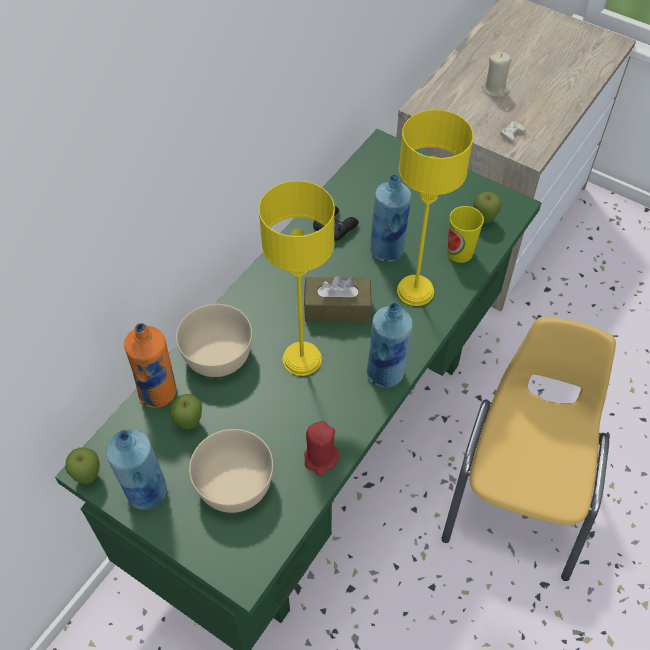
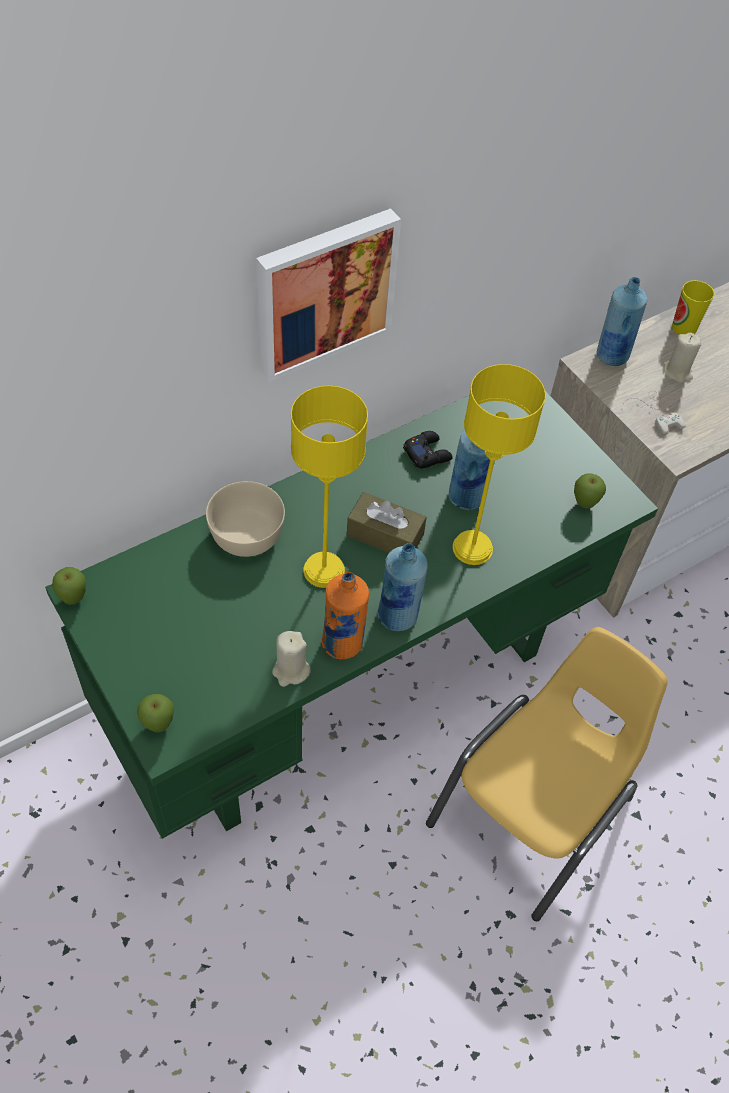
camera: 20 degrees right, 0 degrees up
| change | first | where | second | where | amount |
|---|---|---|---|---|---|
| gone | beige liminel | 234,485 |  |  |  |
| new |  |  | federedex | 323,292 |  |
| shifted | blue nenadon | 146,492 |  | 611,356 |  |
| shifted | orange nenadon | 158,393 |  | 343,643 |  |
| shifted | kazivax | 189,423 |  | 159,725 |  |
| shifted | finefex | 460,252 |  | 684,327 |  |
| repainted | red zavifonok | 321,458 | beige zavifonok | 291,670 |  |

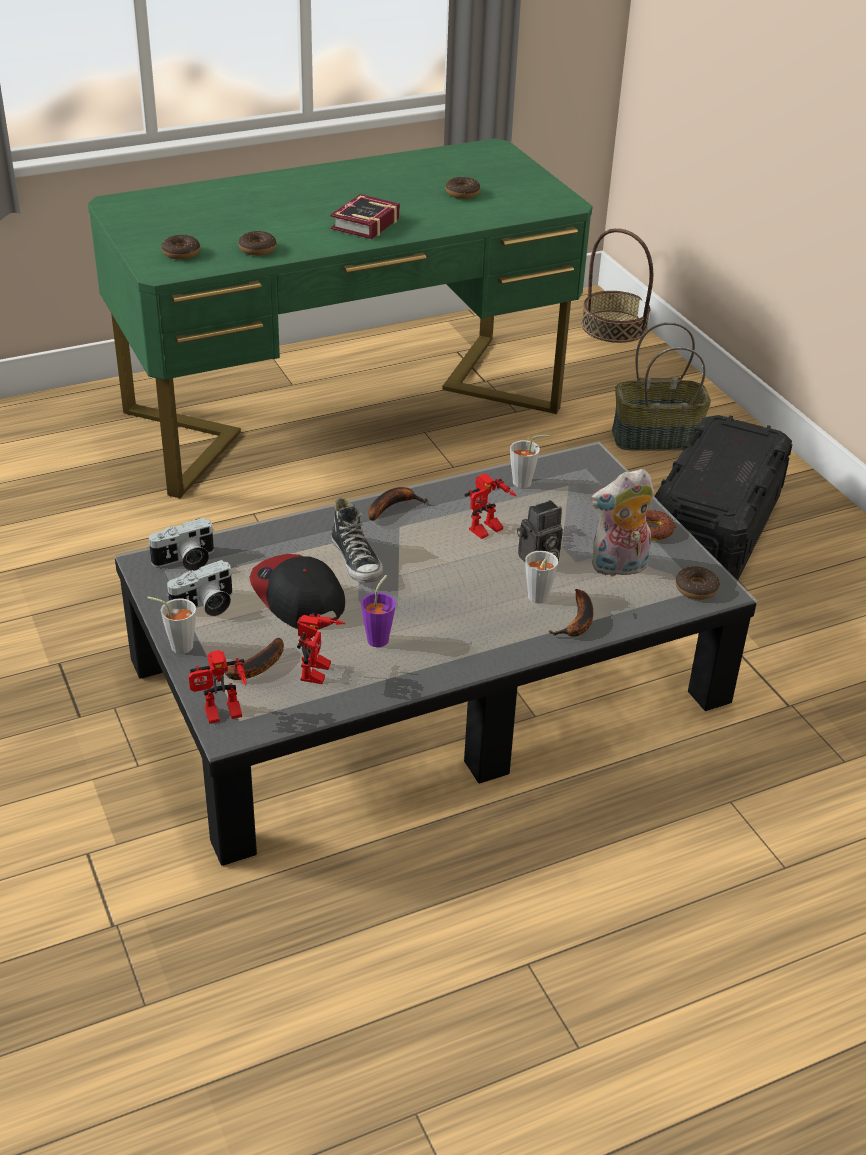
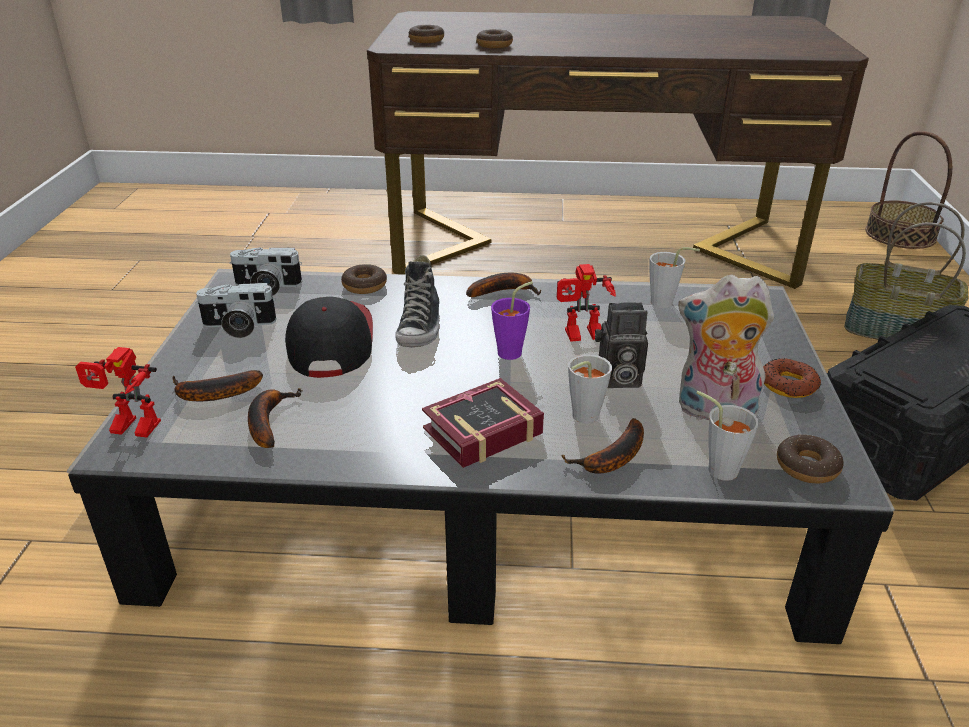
camera: 30 degrees right, 5 degrees down
| change | first | where | second | where | amount |
|---|---|---|---|---|---|
| shifted | grey finefex | 177,645 |  | 716,467 |  |
| shifted | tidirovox | 362,224 |  | 477,431 |  |
| shifted | purple finefex | 380,637 |  | 514,351 |  |
| shifted | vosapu | 462,193 |  | 364,286 |  |
| swapped | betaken | 319,674 | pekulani | 268,421 |  |
| repainted | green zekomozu | 344,411 | brown zekomozu | 591,246 |  |

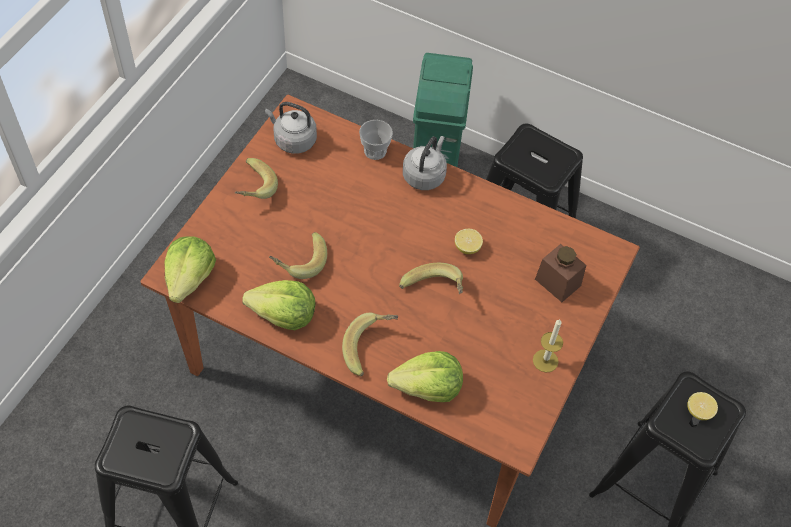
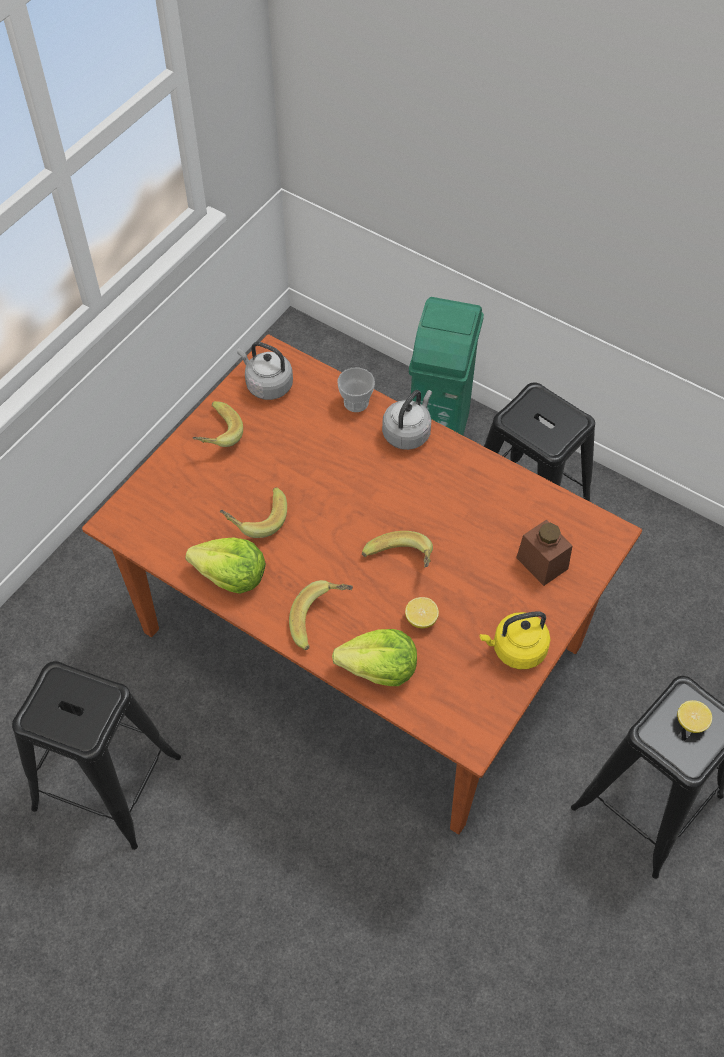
camera: 10 degrees right, 0 degrees up
| change | first | where | second | where | amount |
|---|---|---|---|---|---|
| gone | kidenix | 190,278 |  |  |  |
| shifted | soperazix | 467,247 |  | 421,619 |  |
| swapped | zavifonok | 545,360 | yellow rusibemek | 516,650 |  |

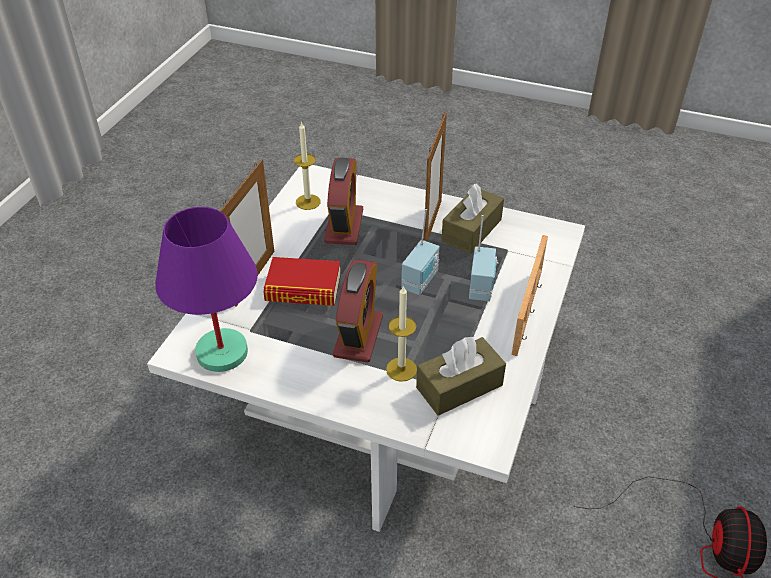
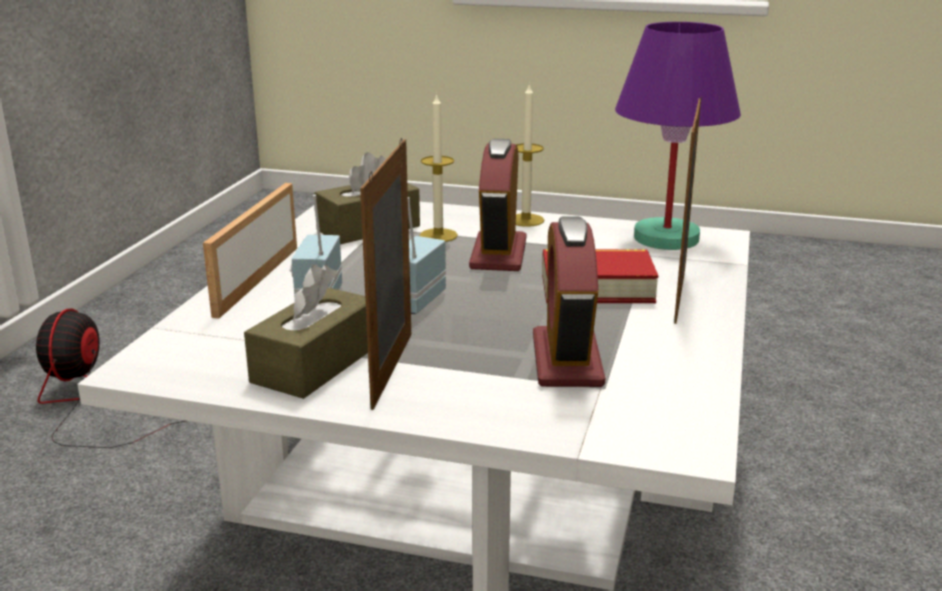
camera: 175 degrees right, 20 degrees down
| change | first | where | second | where | amount |
|---|---|---|---|---|---|
| shifted | zavifonok | 308,202 |  | 526,220 |  |

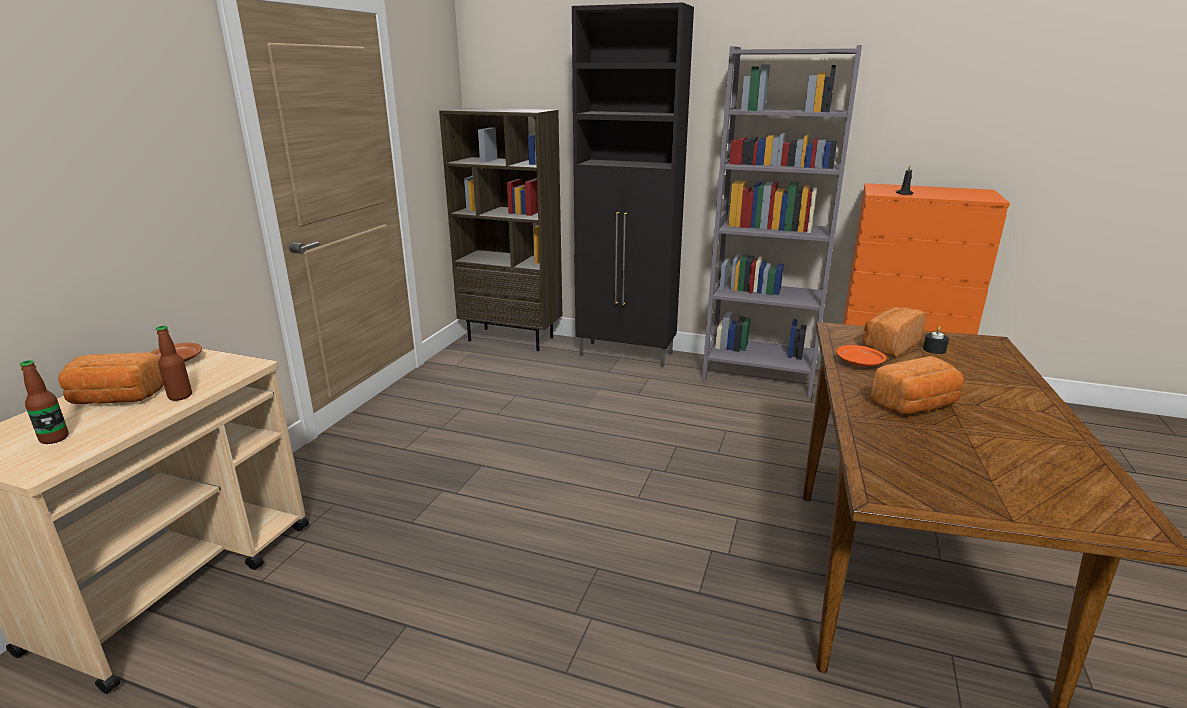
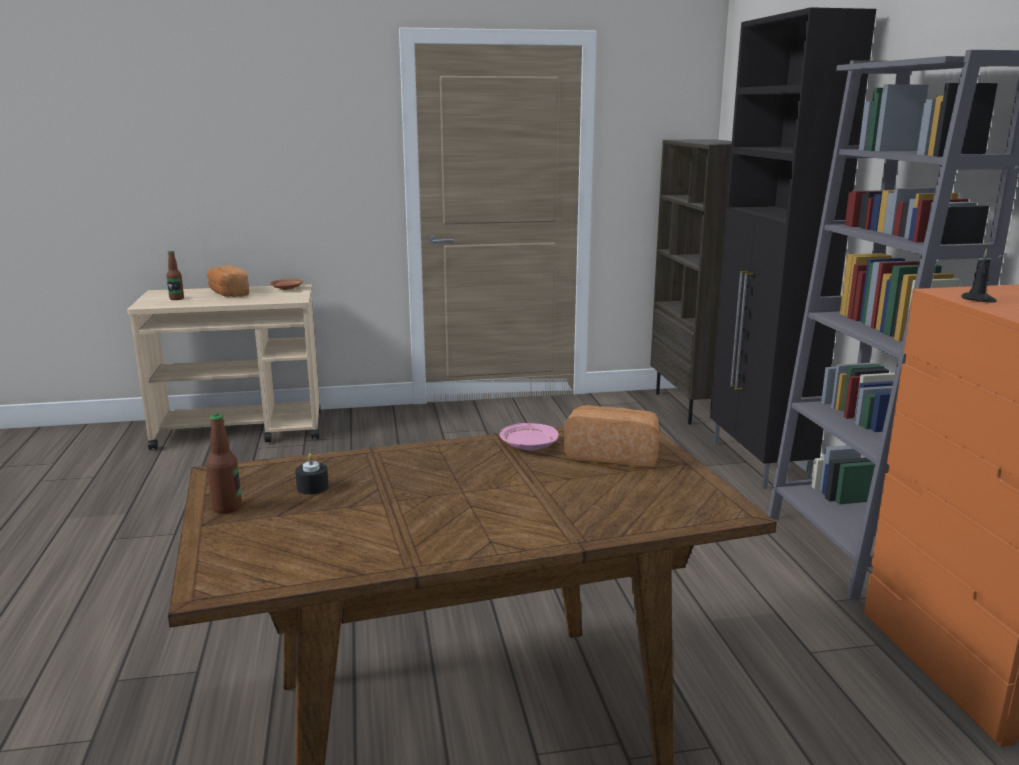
camera: 60 degrees right, 5 degrees down
| change | first | where | second | where | amount |
|---|---|---|---|---|---|
| gone | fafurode | 916,406 |  |  |  |
| shifted | nenadon | 180,396 |  | 227,507 |  |
| shifted | black zavifonok | 934,349 |  | 312,487 |  |
| repainted | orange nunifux | 860,363 | pink nunifux | 528,445 |  |

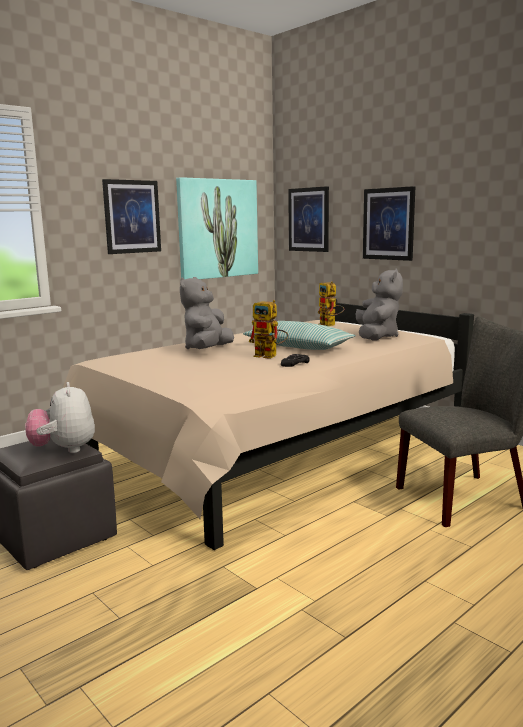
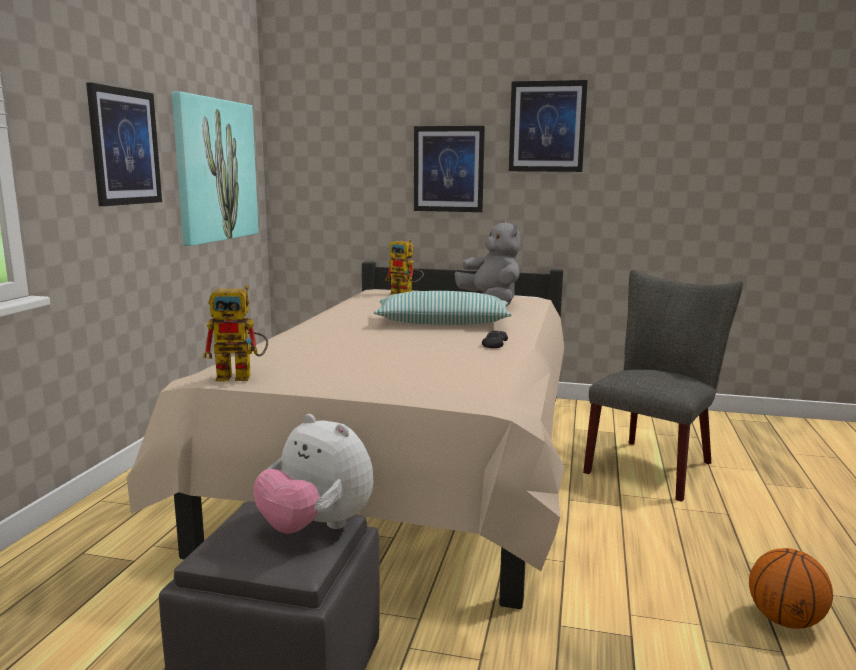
camera: 35 degrees left, 0 degrees up
| change | first | where | second | where | amount |
|---|---|---|---|---|---|
| gone | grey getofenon | 207,350 |  |  |  |
| new |  |  | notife | 785,620 |  |
| shifted | betaken | 270,356 |  | 242,376 |  |
| shifted | federedex | 309,219 |  | 547,127 |  |

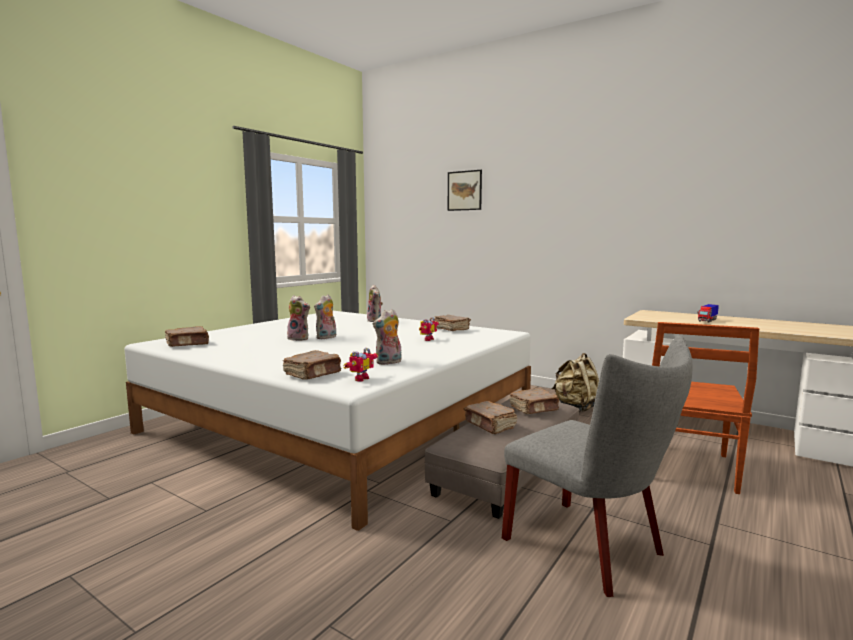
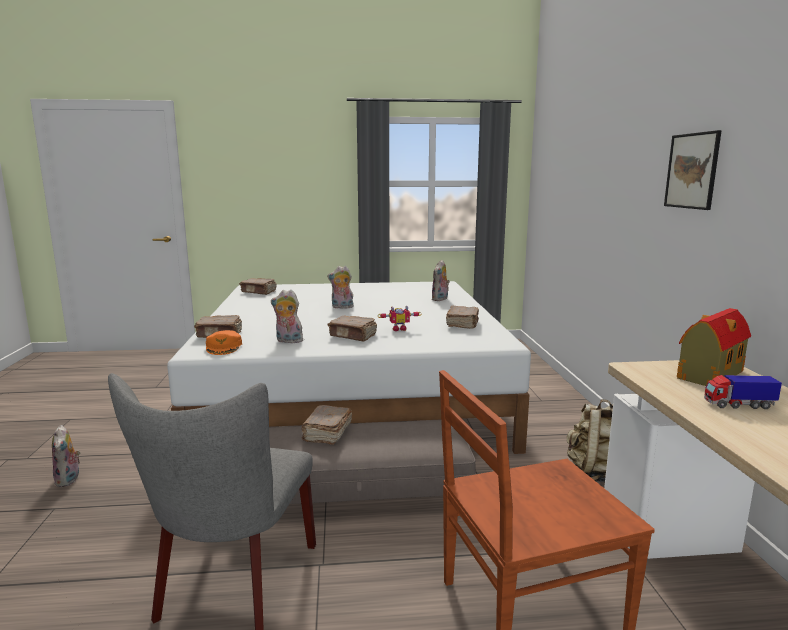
camera: 50 degrees right, 5 degrees up
| change | first | where | second | where | amount |
|---|---|---|---|---|---|
| new |  |  | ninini | 709,375 |  |
| shifted | getofenon | 299,338 |  | 69,480 |  |
| shifted | federedex | 464,190 |  | 692,171 |  |
| shifted | brown tidirovox | 534,409 |  | 353,336 |  |
| swapped | betaken | 359,378 | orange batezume | 224,347 |  |

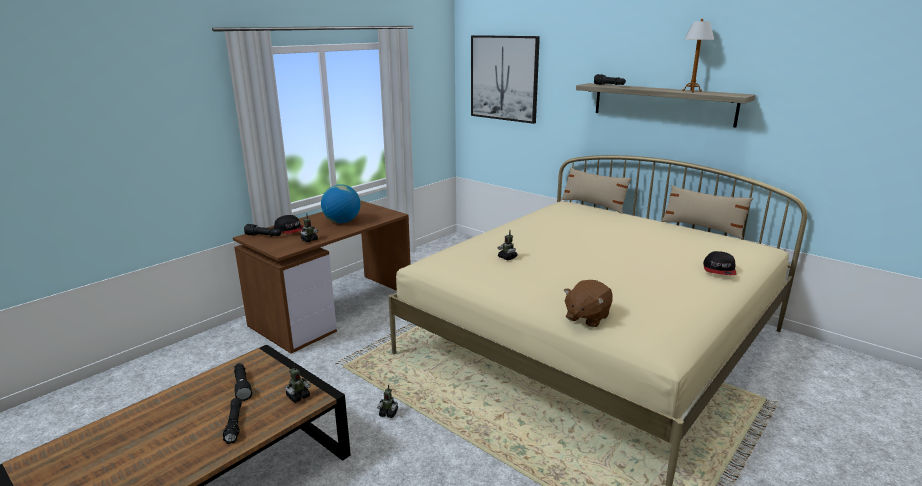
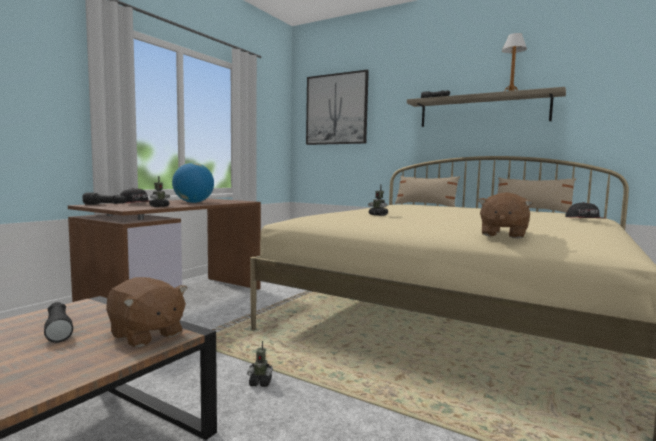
camera: 10 degrees left, 15 degrees down
| change | first | where | second | where | amount |
|---|---|---|---|---|---|
| gone | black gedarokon | 234,424 |  |  |  |
| swapped | betaken | 298,396 | brown getofenon | 146,335 |  |

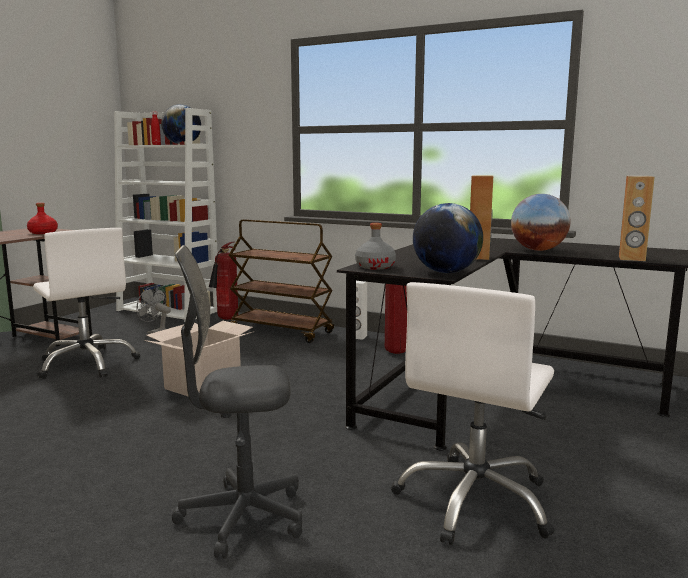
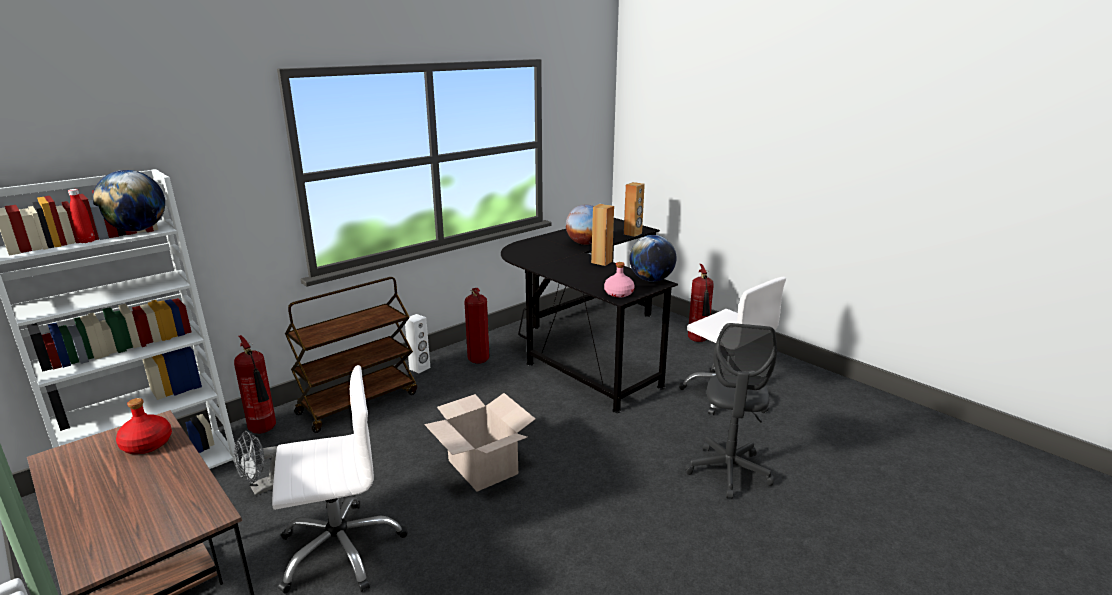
camera: 70 degrees left, 10 degrees up
| change | first | where | second | where | amount |
|---|---|---|---|---|---|
| new |  |  | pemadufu | 698,341 |  |
| repainted | grey nenadon | 375,267 | pink nenadon | 618,293 |  |

